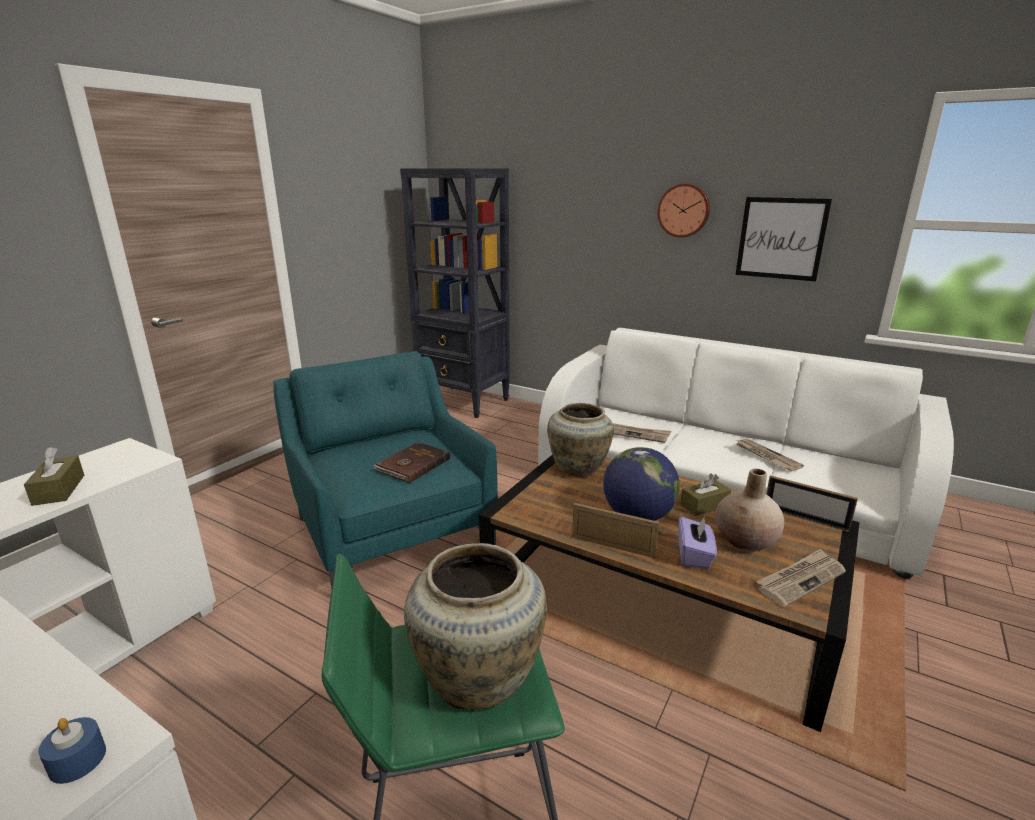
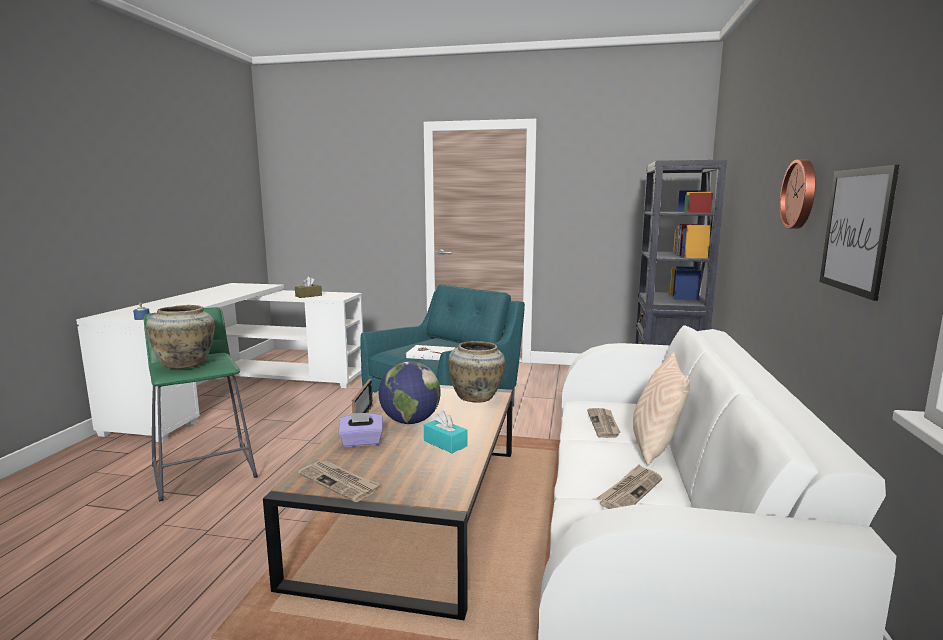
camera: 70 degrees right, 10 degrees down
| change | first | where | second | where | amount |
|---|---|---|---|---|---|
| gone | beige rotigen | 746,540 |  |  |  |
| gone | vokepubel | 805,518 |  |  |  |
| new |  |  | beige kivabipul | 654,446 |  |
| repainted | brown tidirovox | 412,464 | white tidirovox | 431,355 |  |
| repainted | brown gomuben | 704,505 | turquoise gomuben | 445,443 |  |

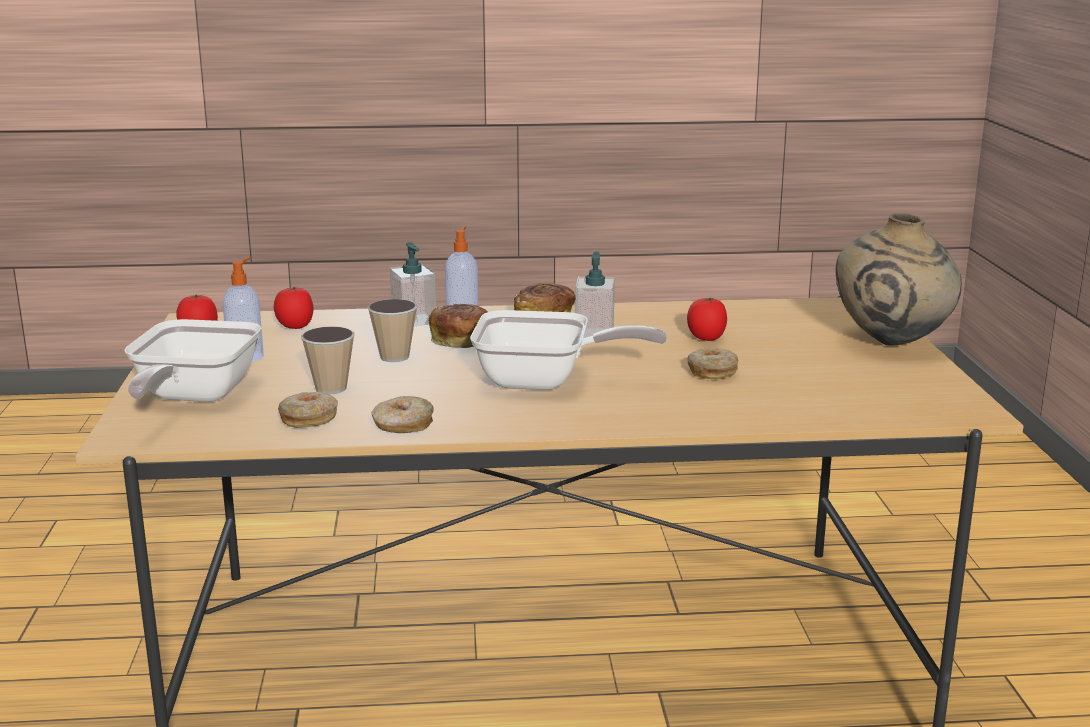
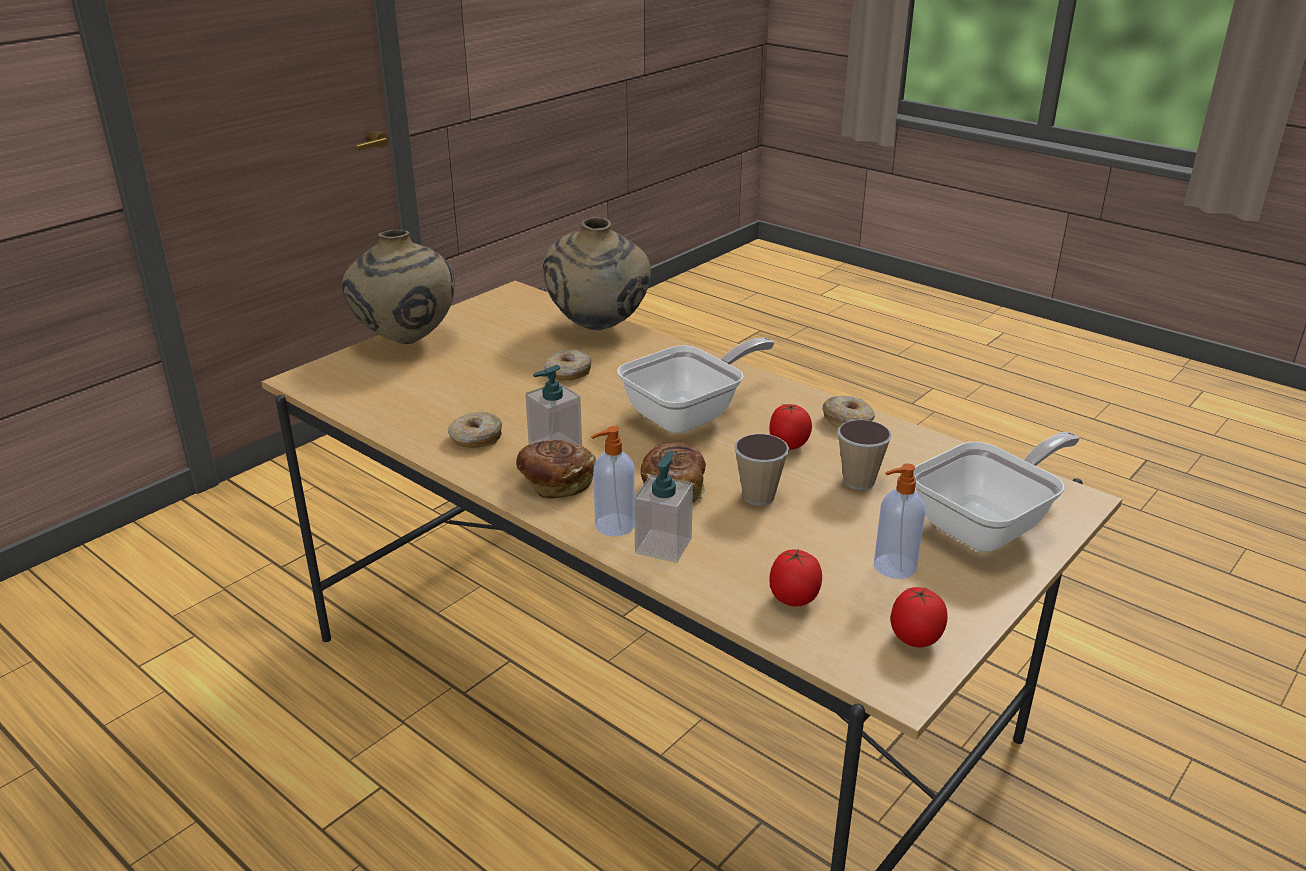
camera: 135 degrees left, 10 degrees up
| change | first | where | second | where | amount |
|---|---|---|---|---|---|
| new |  |  | beige rotigen | 599,328 |  |
| shifted | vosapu | 309,419 |  | 476,439 |  |
| shifted | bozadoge | 706,338 |  | 788,446 |  |
| rotated | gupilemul | 545,382 |  | 690,414 | 90 degrees clockwise |

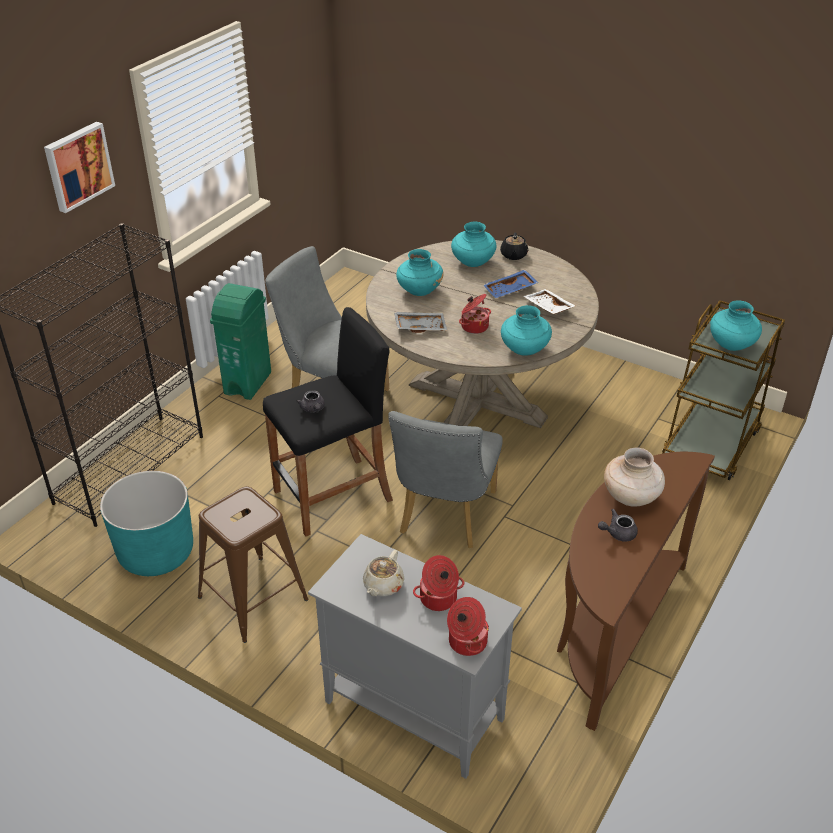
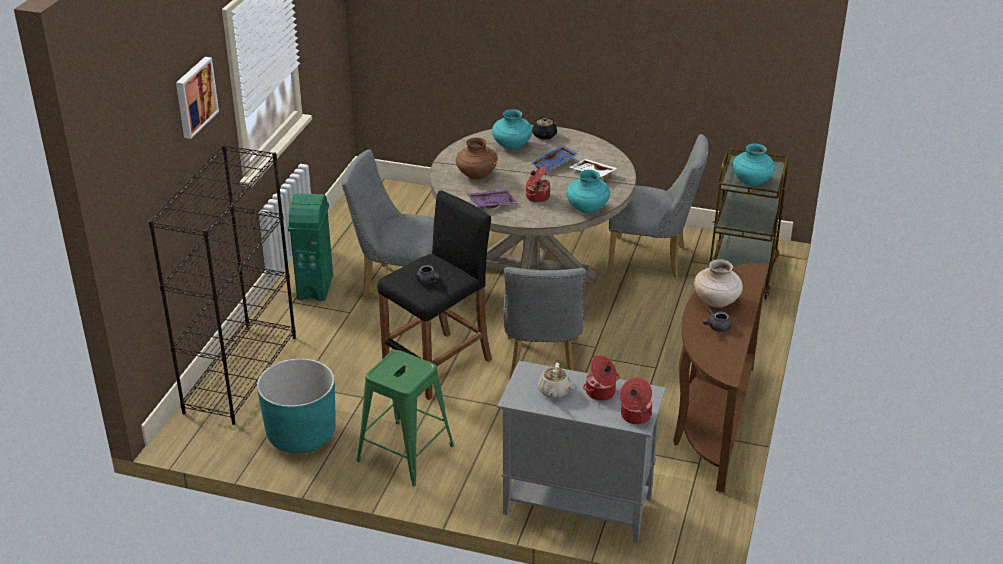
camera: 15 degrees left, 5 degrees down
| change | first | where | second | where | amount |
|---|---|---|---|---|---|
| new |  |  | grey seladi | 653,258 |  |
| repainted | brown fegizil | 253,598 | green fegizil | 405,453 |  |
| repainted | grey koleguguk | 420,326 | purple koleguguk | 491,203 |  |
| repainted | turquoise rotigen | 419,291 | brown rotigen | 476,175 |  |

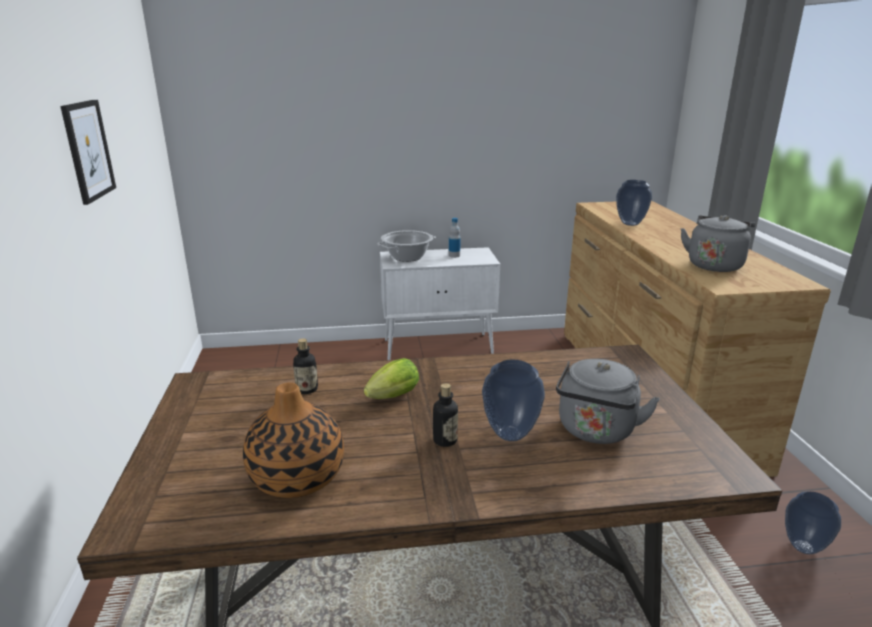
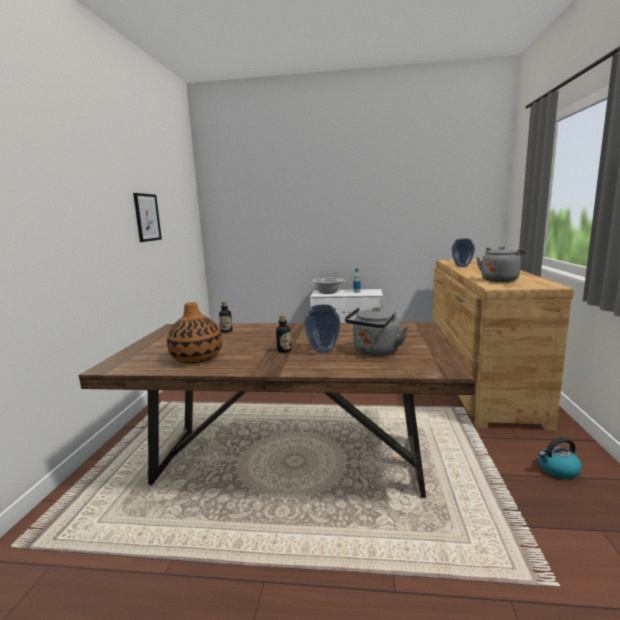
camera: 15 degrees right, 10 degrees down
| change | first | where | second | where | amount |
|---|---|---|---|---|---|
| gone | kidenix | 391,398 |  |  |  |
| swapped | rotigen | 804,547 | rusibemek | 557,470 |  |

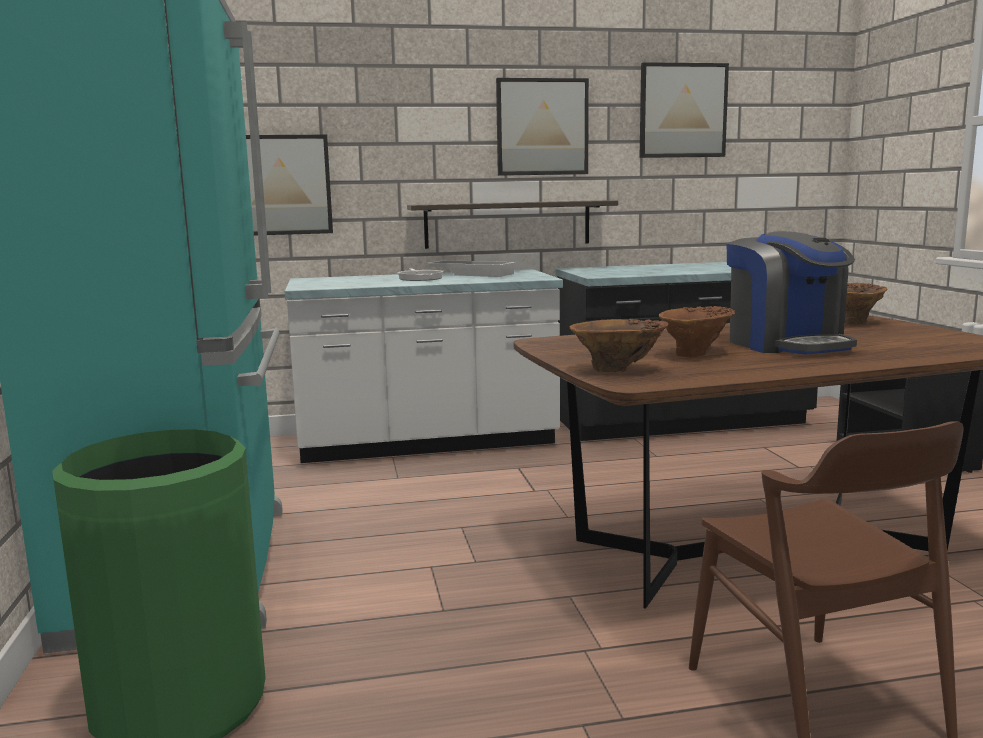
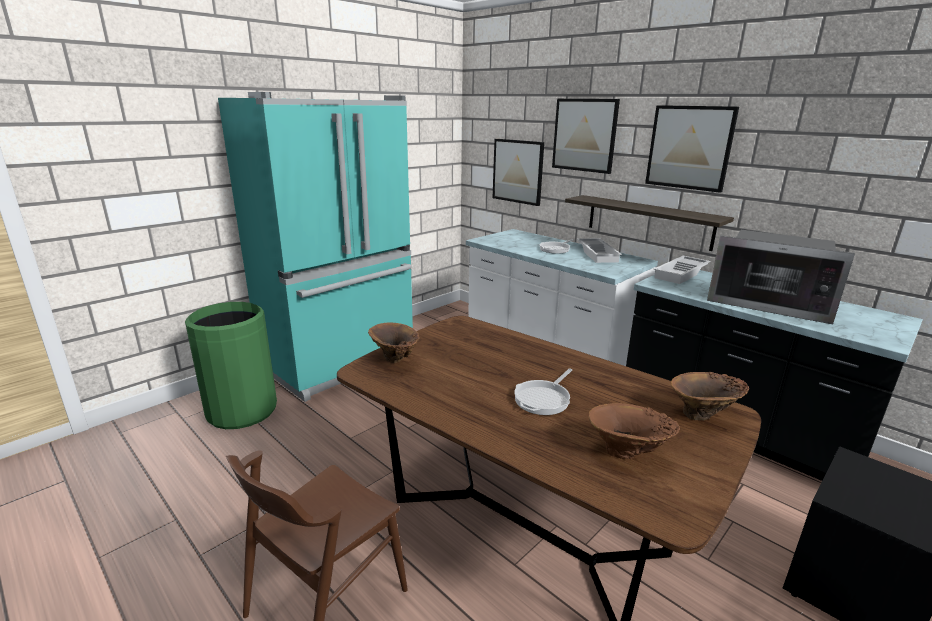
camera: 55 degrees right, 10 degrees up
| change | first | where | second | where | amount |
|---|---|---|---|---|---|
| new |  |  | white koleguguk | 681,274 |  |
| new |  |  | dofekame | 768,303 |  |
| shifted | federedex | 683,111 |  | 584,135 |  |
| shifted | brown rotigen | 697,354 |  | 628,454 |  |
| swapped | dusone | 786,344 | gupilemul | 544,399 |  |

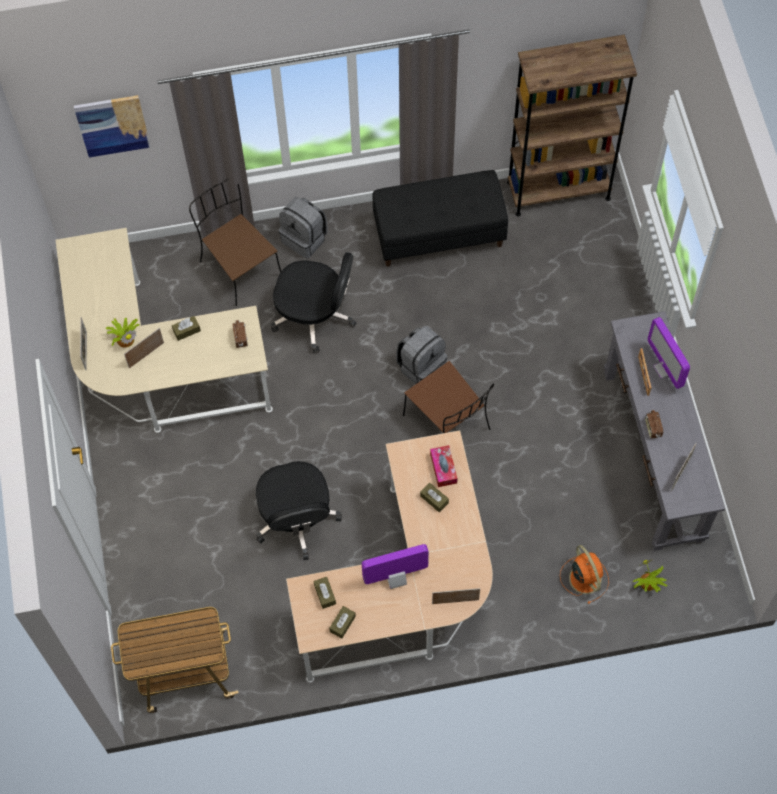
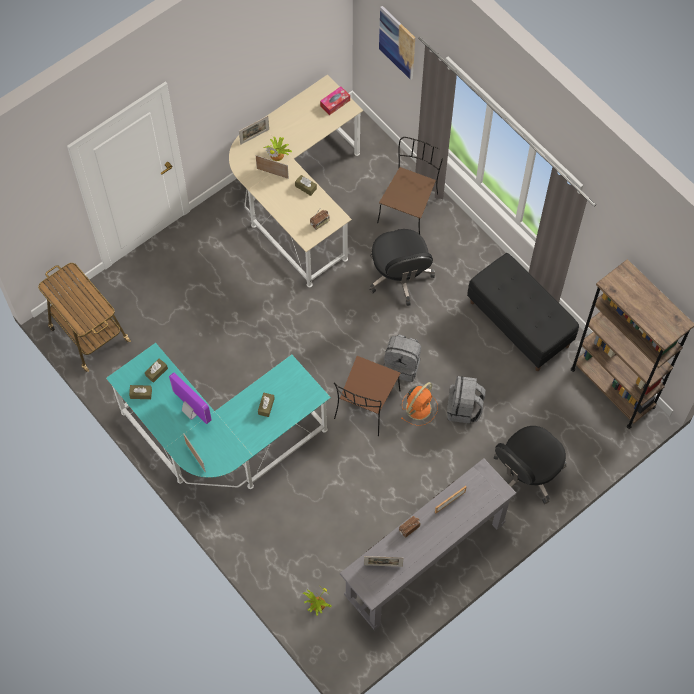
camera: 60 degrees right, 0 degrees up
| change | first | where | second | where | amount |
|---|---|---|---|---|---|
| gone | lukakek | 664,368 |  |  |  |
| shifted | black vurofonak | 296,519 |  | 526,473 |  |
| shifted | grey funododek | 305,238 |  | 464,409 |  |
| shifted | gomuben | 443,468 |  | 335,103 |  |
| shifted | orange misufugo | 584,577 |  | 419,407 |  |
| repainted | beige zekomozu | 407,591 | turquoise zekomozu | 221,442 |  |

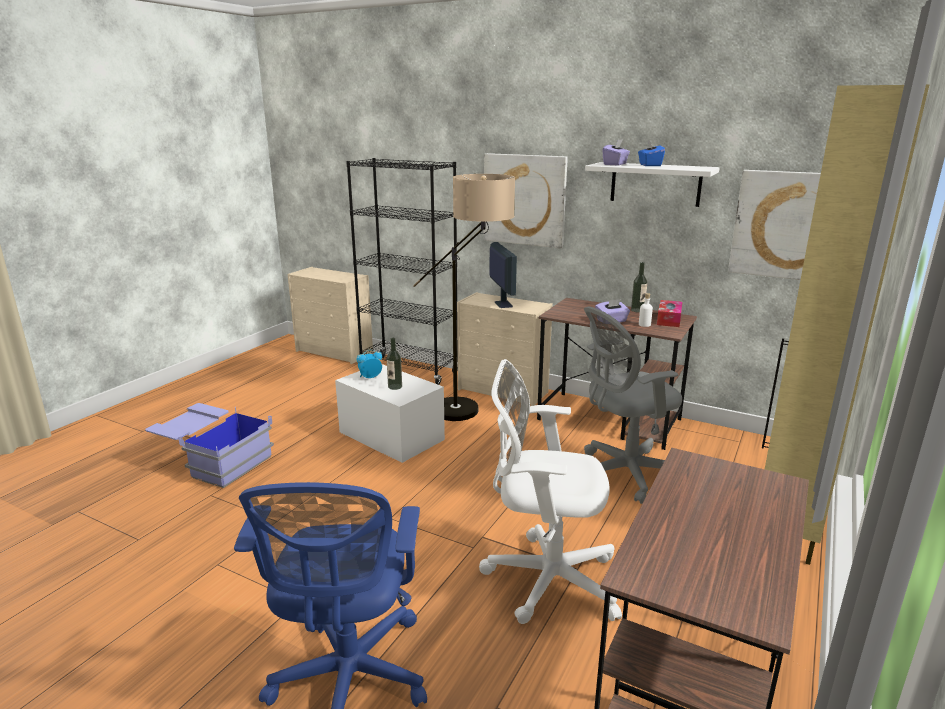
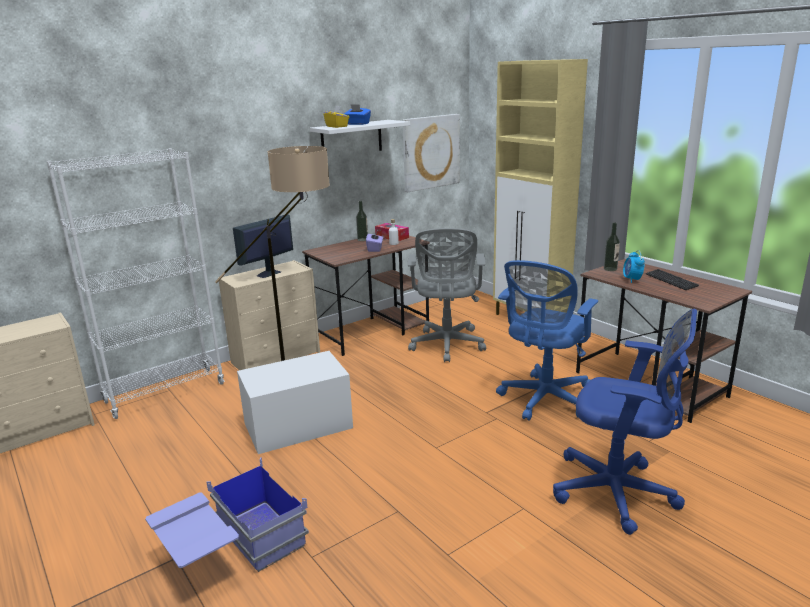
camera: 65 degrees left, 0 degrees up
| change | first | where | second | where | amount |
|---|---|---|---|---|---|
| gone | federedex | 524,200 |  |  |  |
| new |  |  | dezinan | 671,281 |  |
| shifted | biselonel | 370,377 |  | 632,280 |  |
| shifted | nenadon | 395,386 |  | 610,269 |  |
| repainted | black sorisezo | 409,370 | white sorisezo | 165,393 |  |
| repainted | white vurofonak | 545,579 | blue vurofonak | 544,400 |  |
| repainted | purple gomuben | 615,164 | yellow gomuben | 337,126 |  |
| rotated | lukakek | 503,304 |  | 268,274 | 60 degrees counterclockwise |

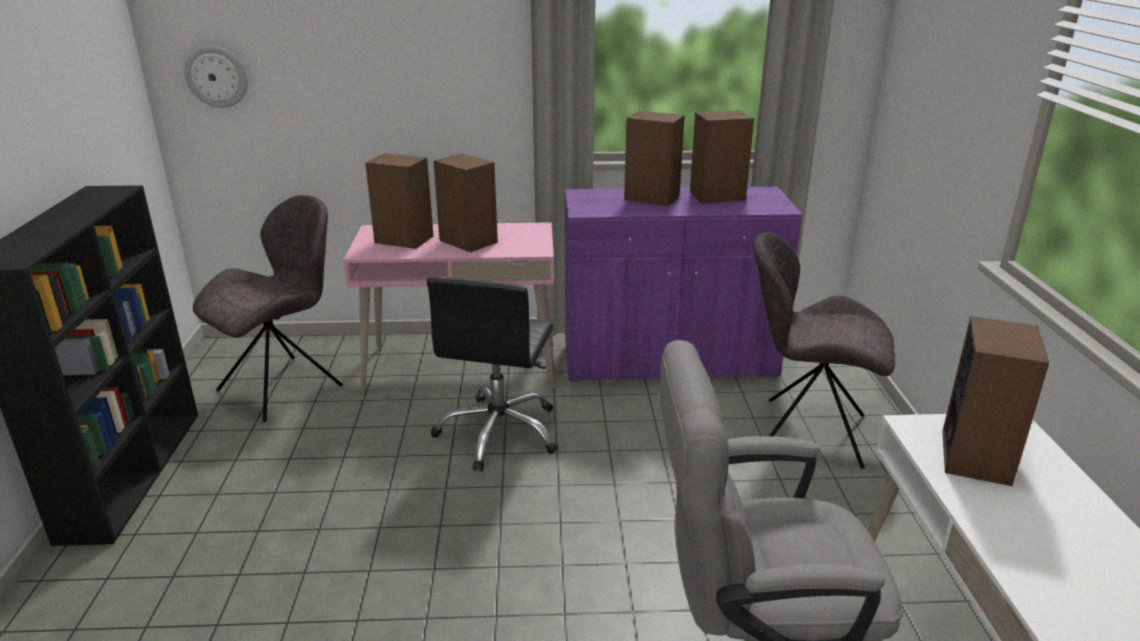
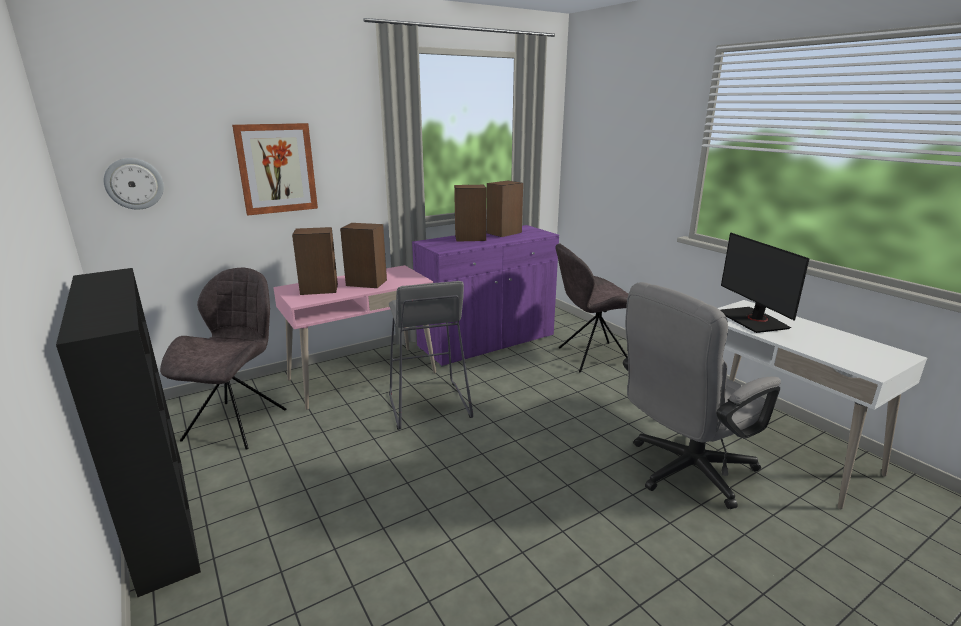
camera: 30 degrees left, 5 degrees down
| change | first | where | second | where | amount |
|---|---|---|---|---|---|
| new |  |  | federedex | 276,168 |  |
| swapped | black vurofonak | 499,433 | grey fegizil | 428,405 |  |
| swapped | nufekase | 976,457 | lukakek | 753,320 |  |

